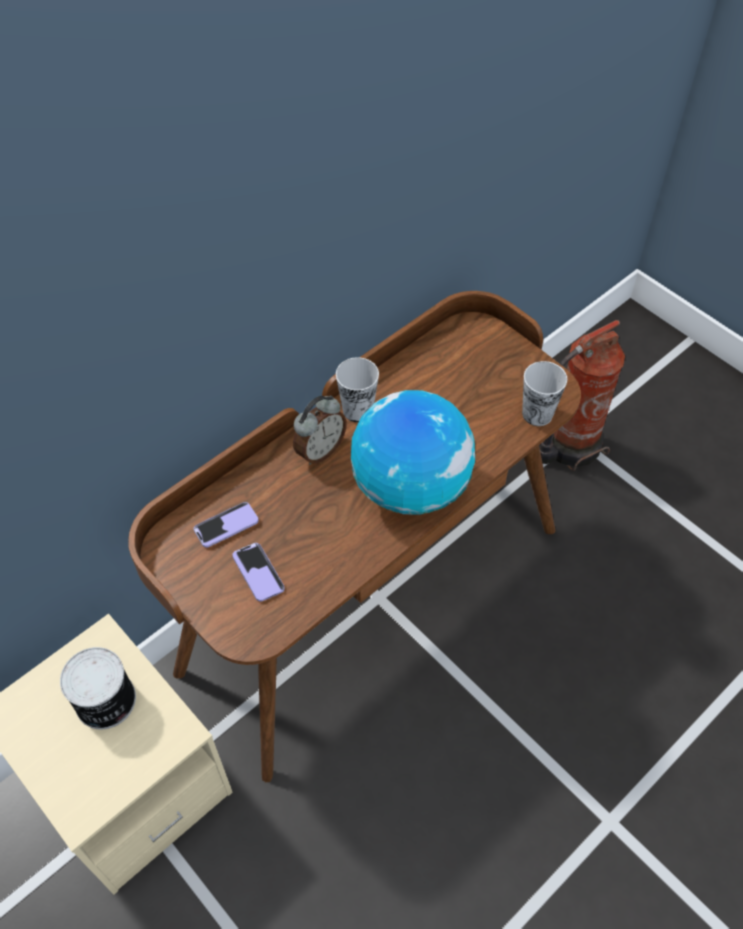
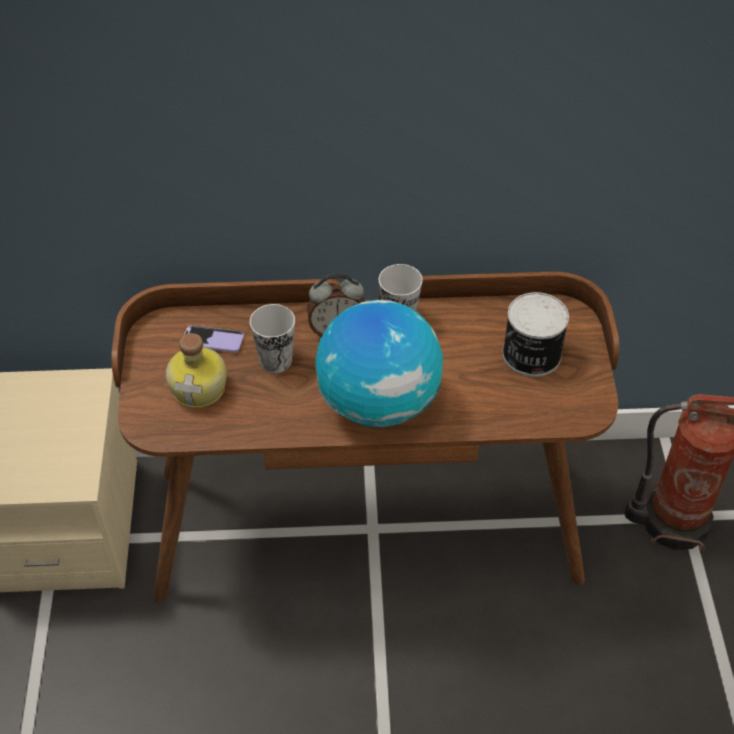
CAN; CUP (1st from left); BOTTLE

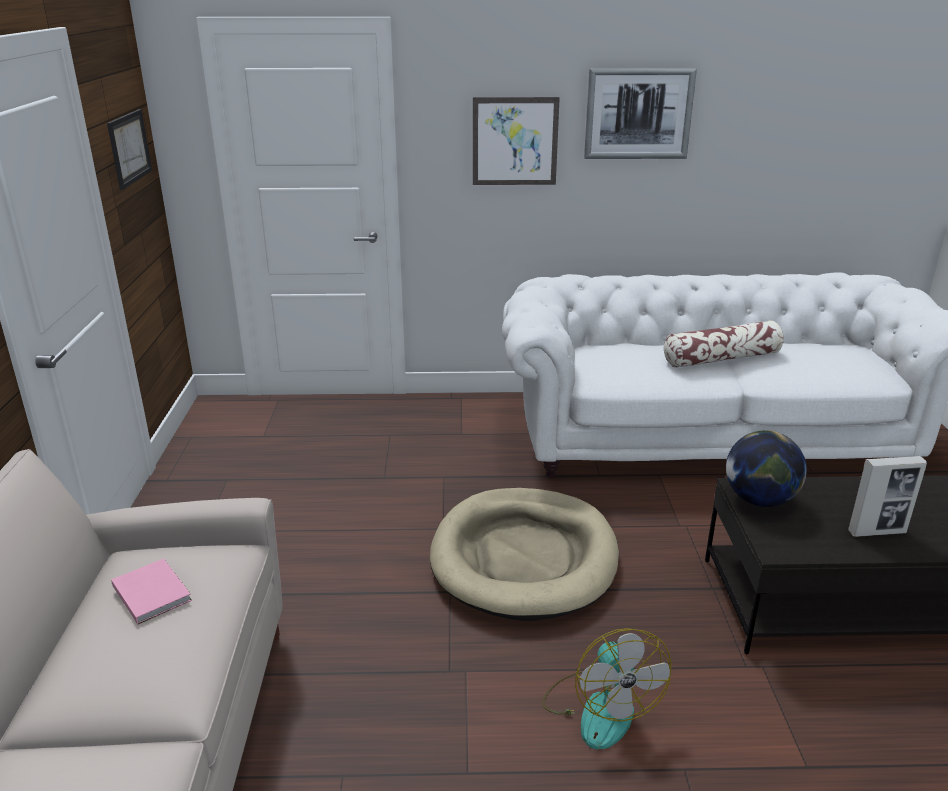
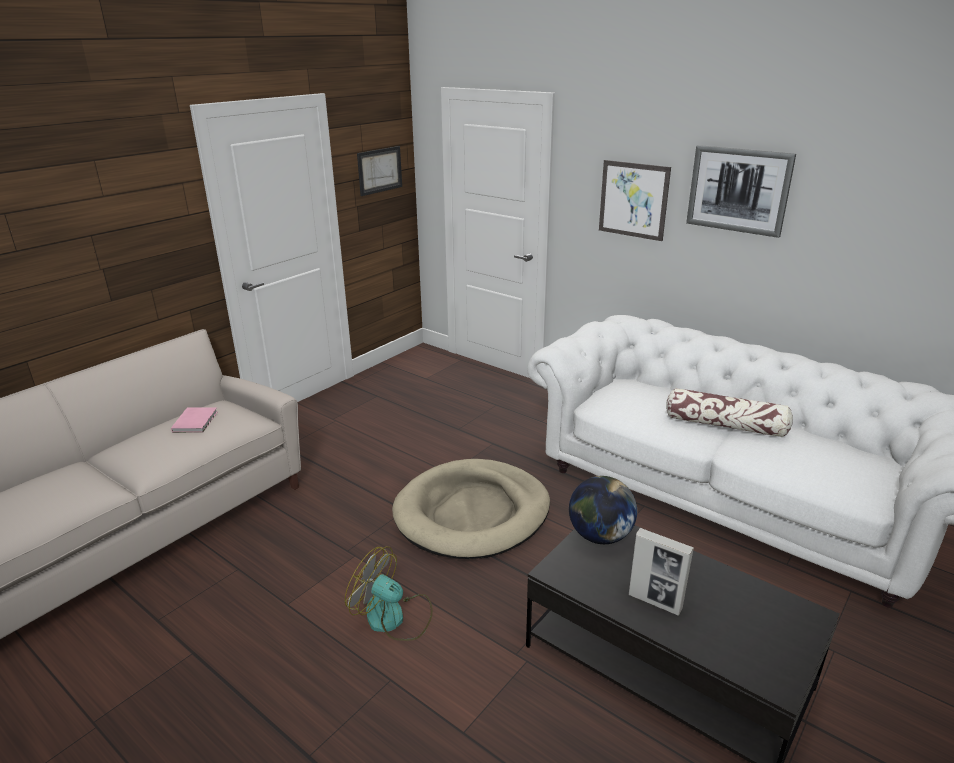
FAN

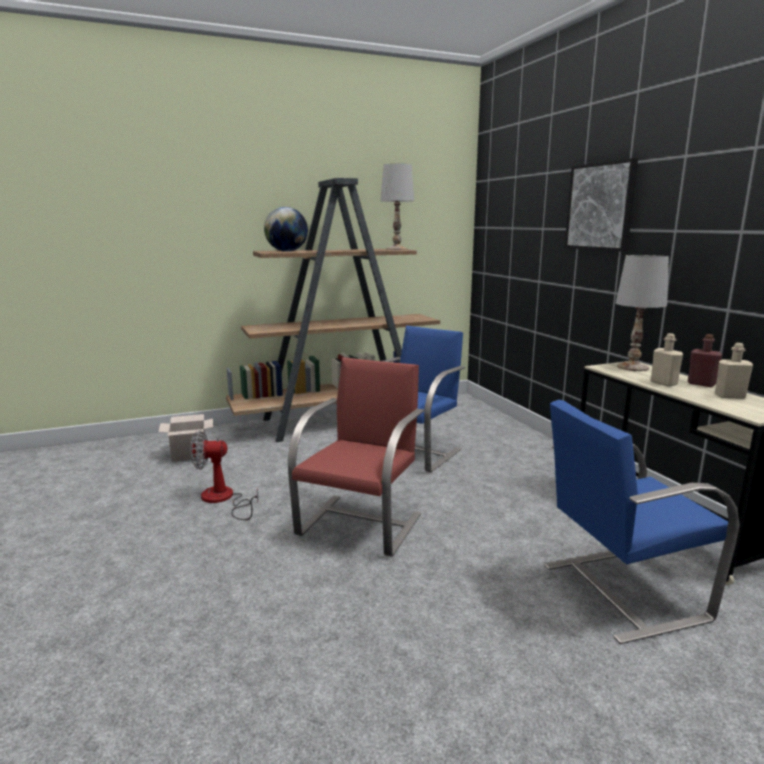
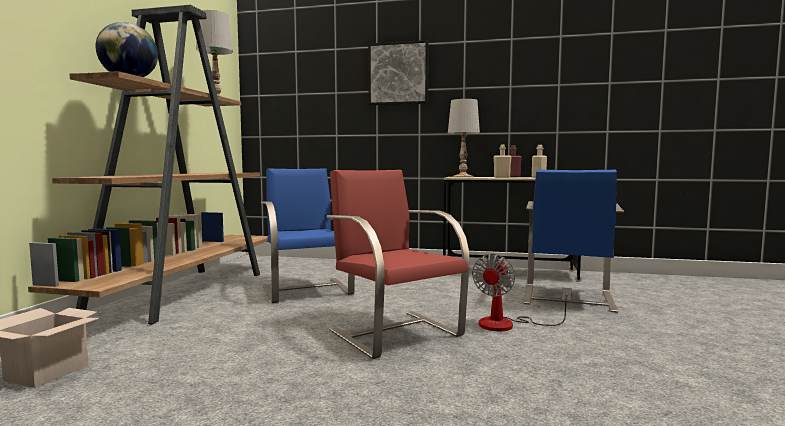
FAN

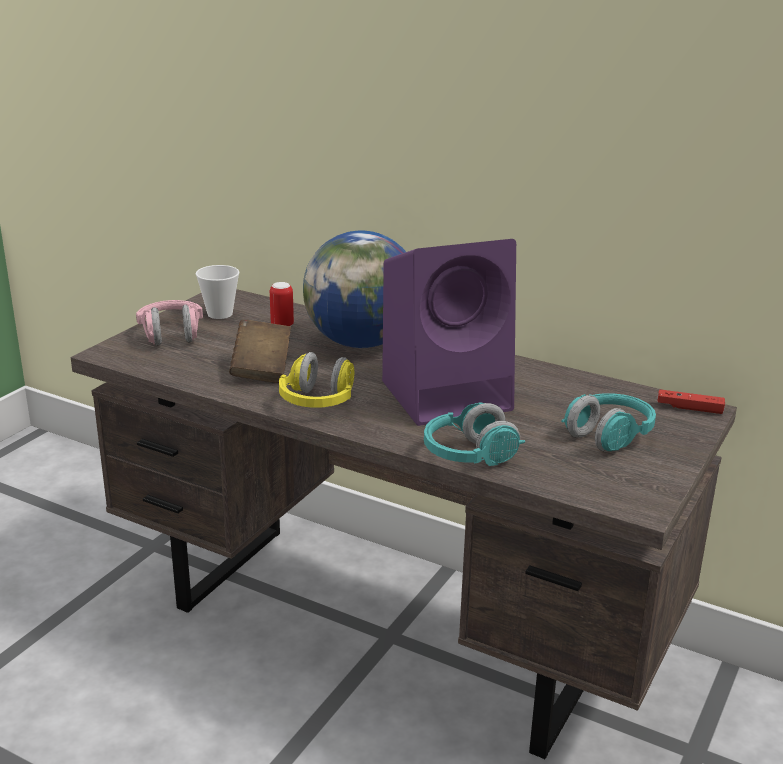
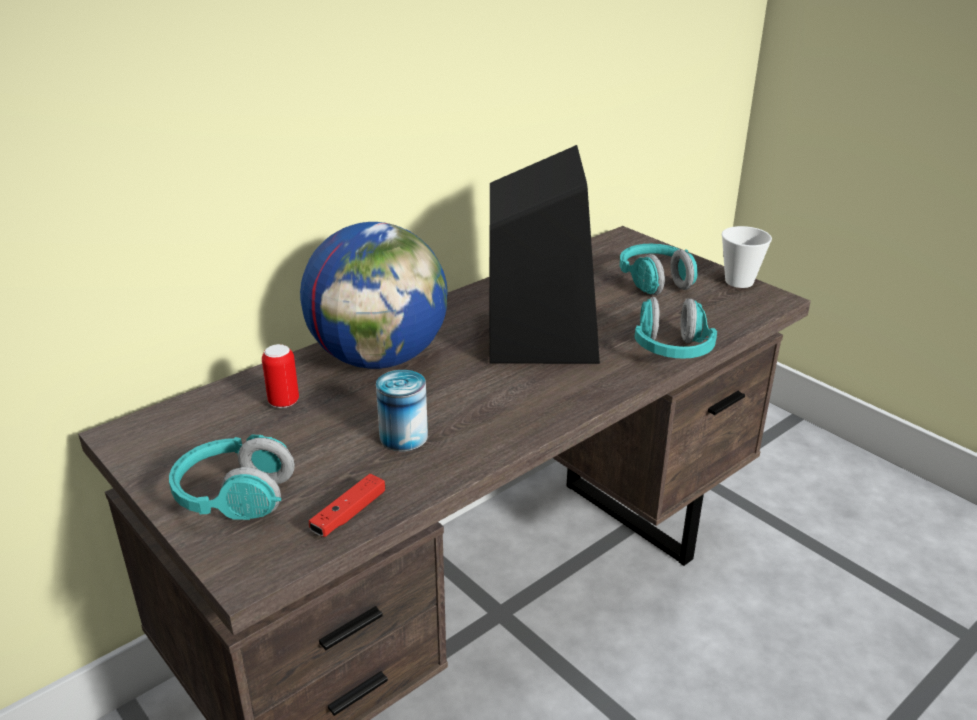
YELLOW HEADPHONES; CUP; RED GAME CONTROLLER; CAN (2nd from left); TURQUOISE HEADPHONES (1st from left); BLACK SPEAKER

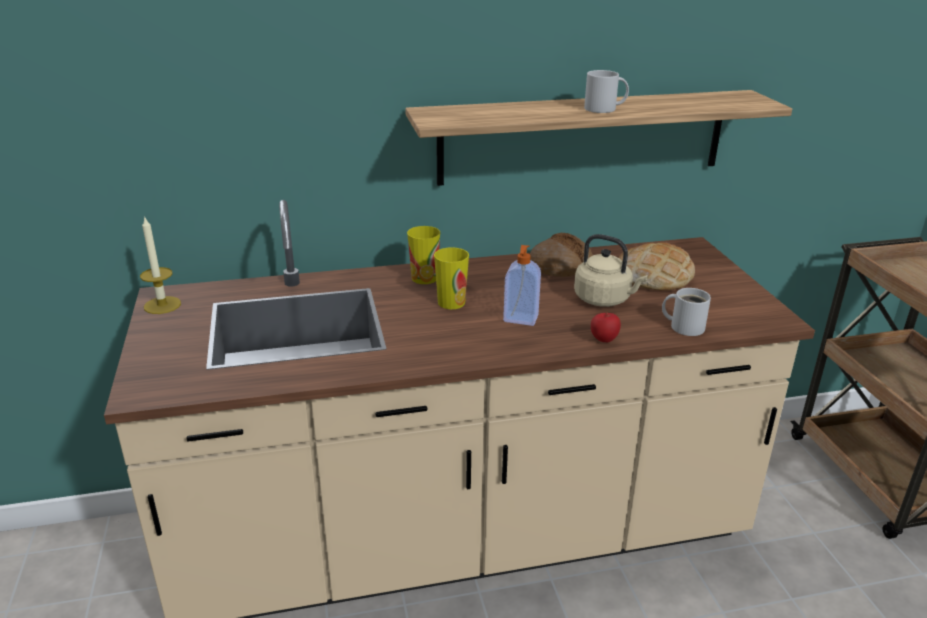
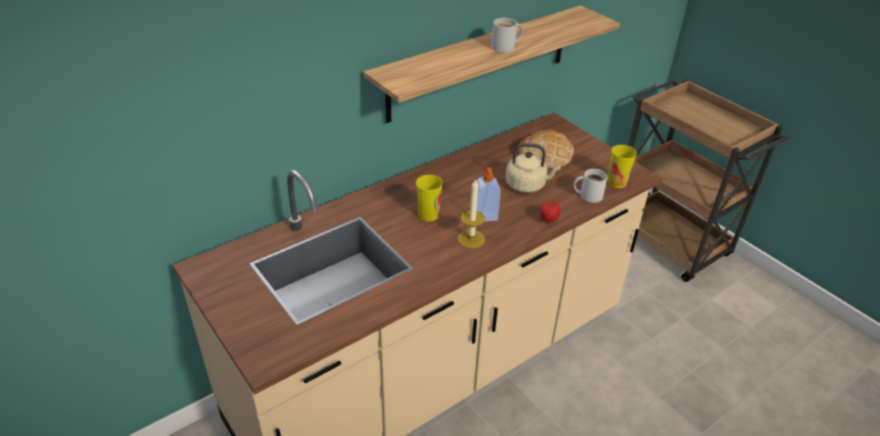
BREAD (1st from left in the first image); CANDLE; CUP (2nd from left)

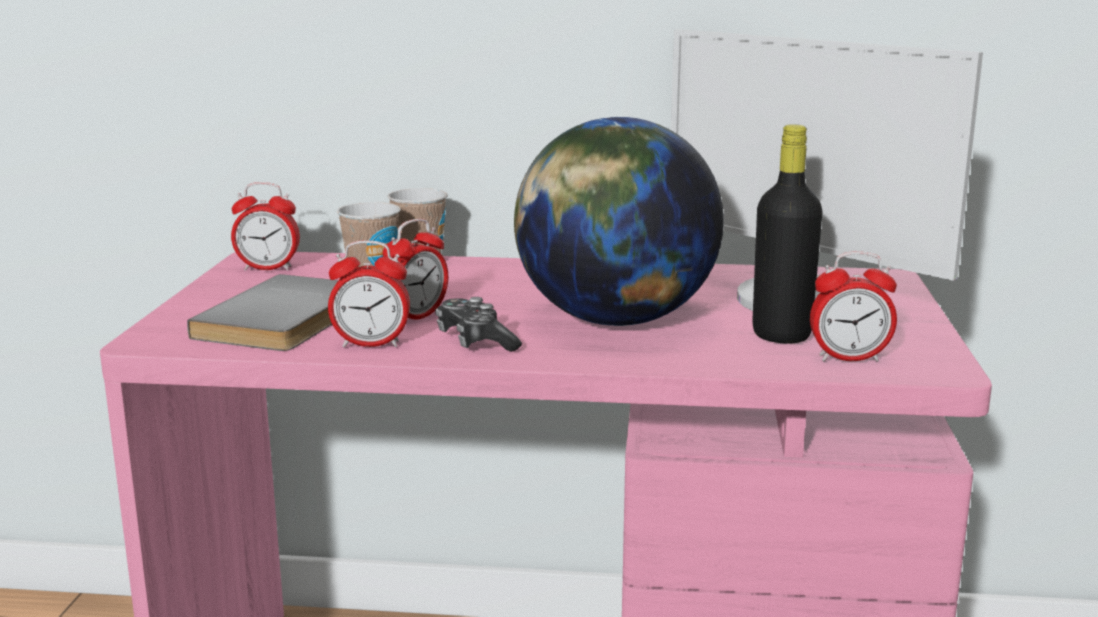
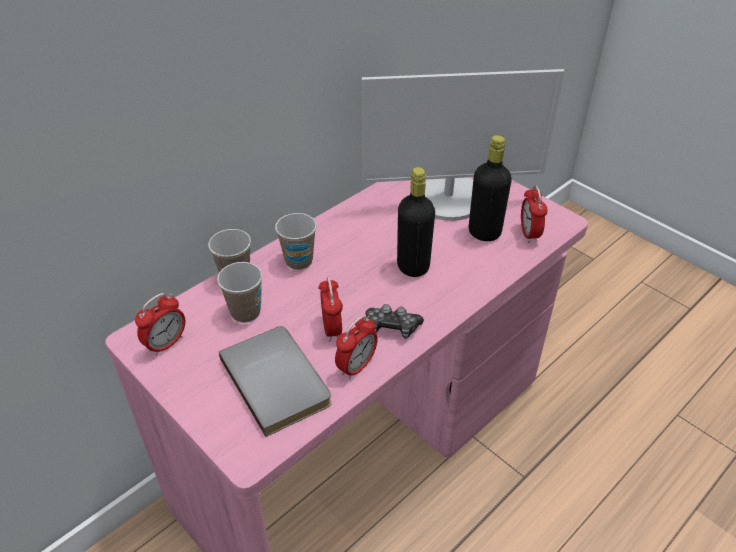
CUP (3rd from left); BLACK BOTTLE (1st from left); ALARM CLOCK (4th from left)

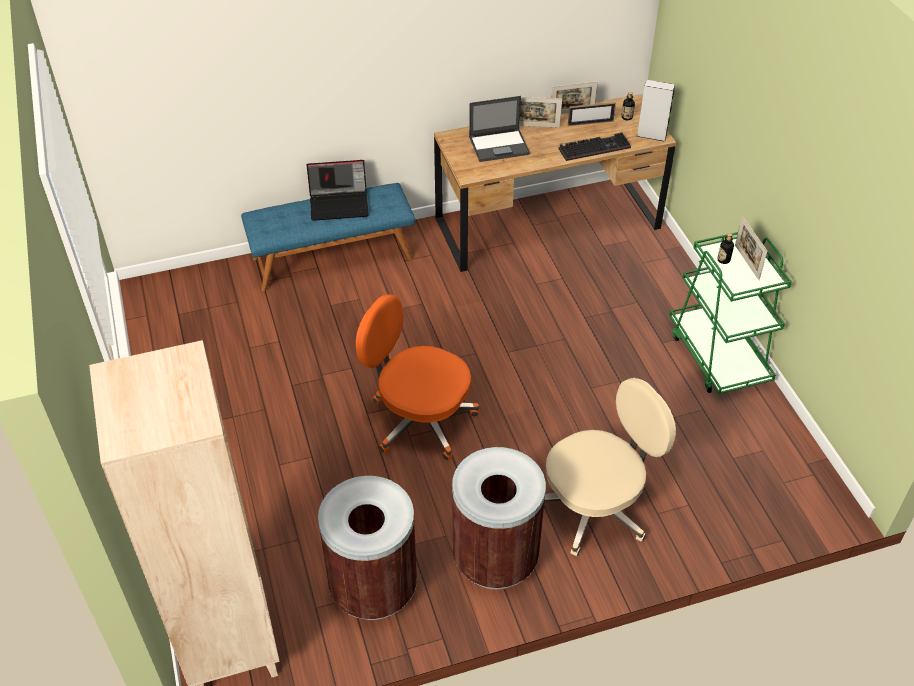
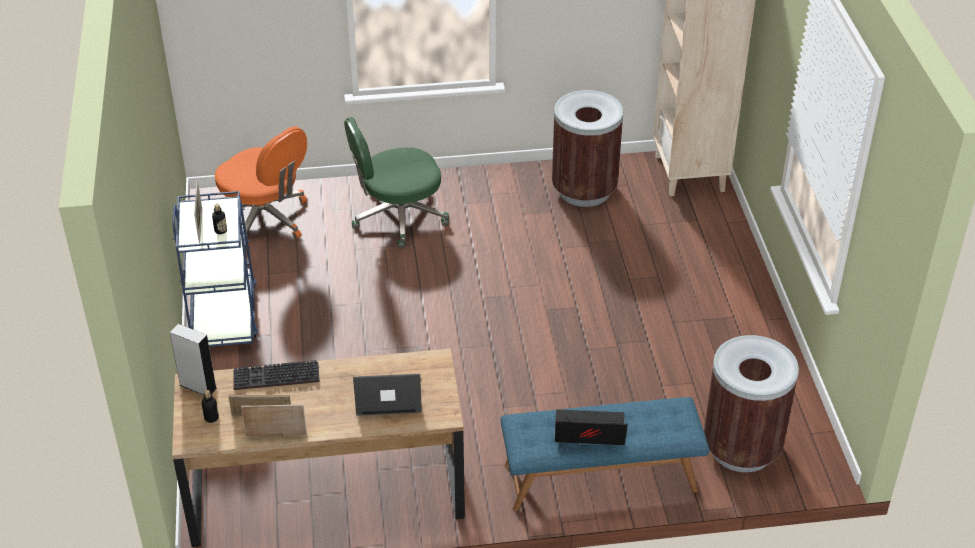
PICTURE FRAME (1st from left in the first image); ORANGE OFFICE CHAIR; BROWN TRASH CAN (2nd from left); GREEN OFFICE CHAIR; BLUE CART

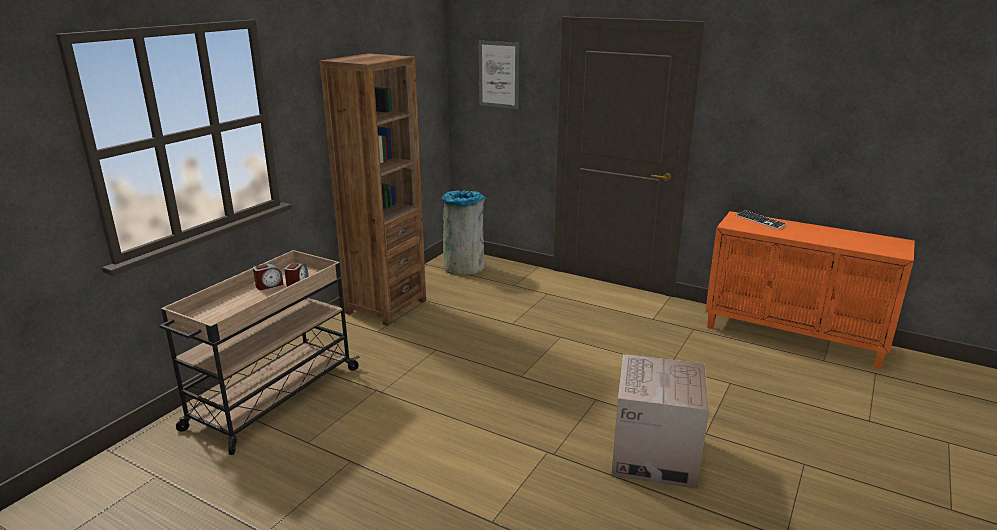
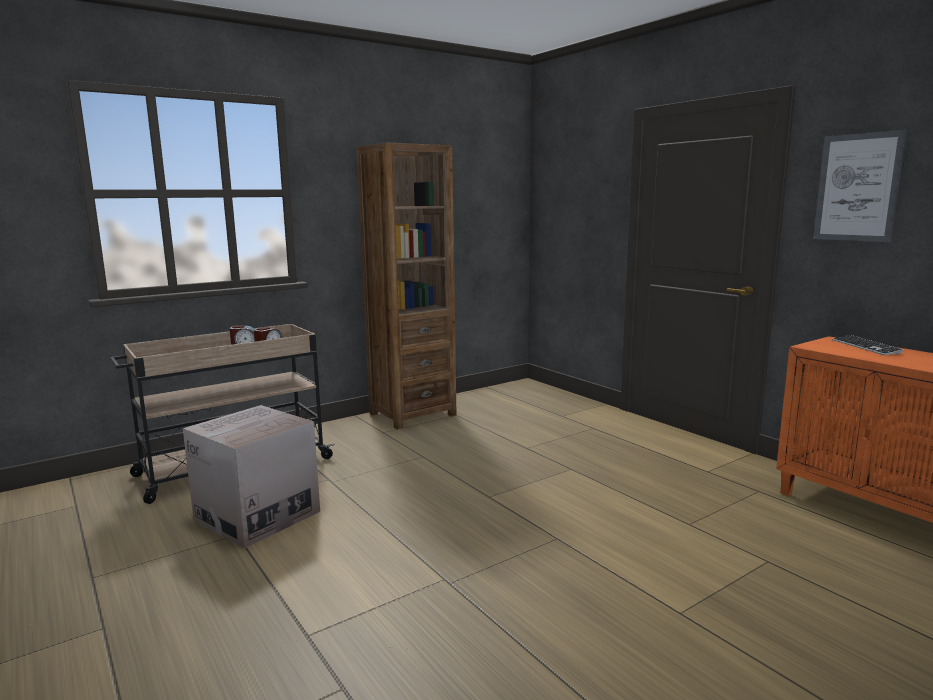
GREY TRASH CAN; PICTURE; CARDBOARD BOX

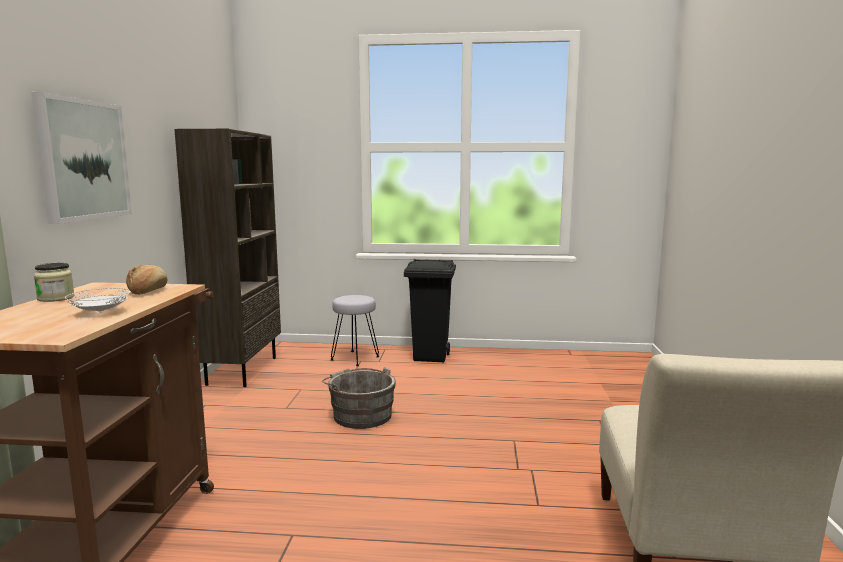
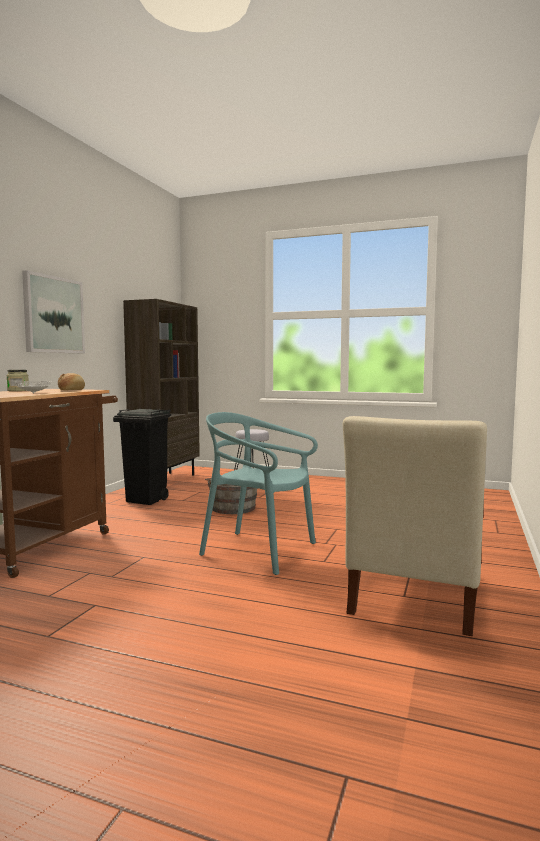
TURQUOISE CHAIR; BLACK TRASH CAN

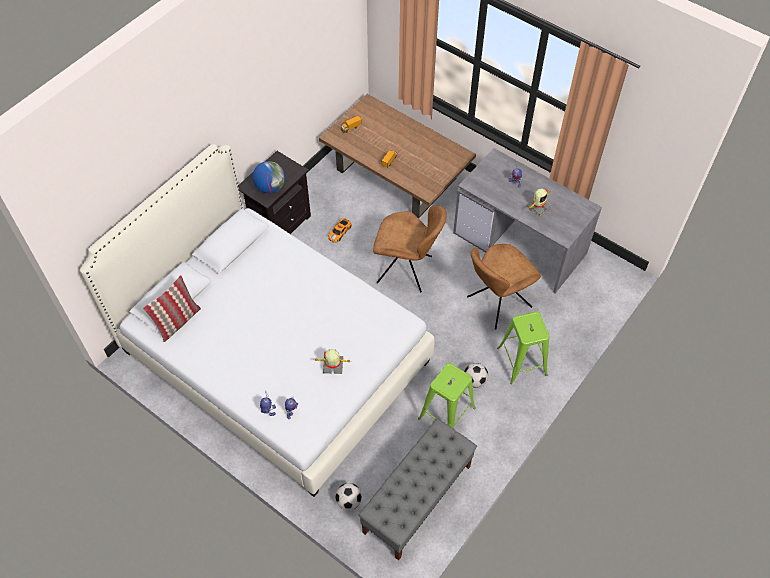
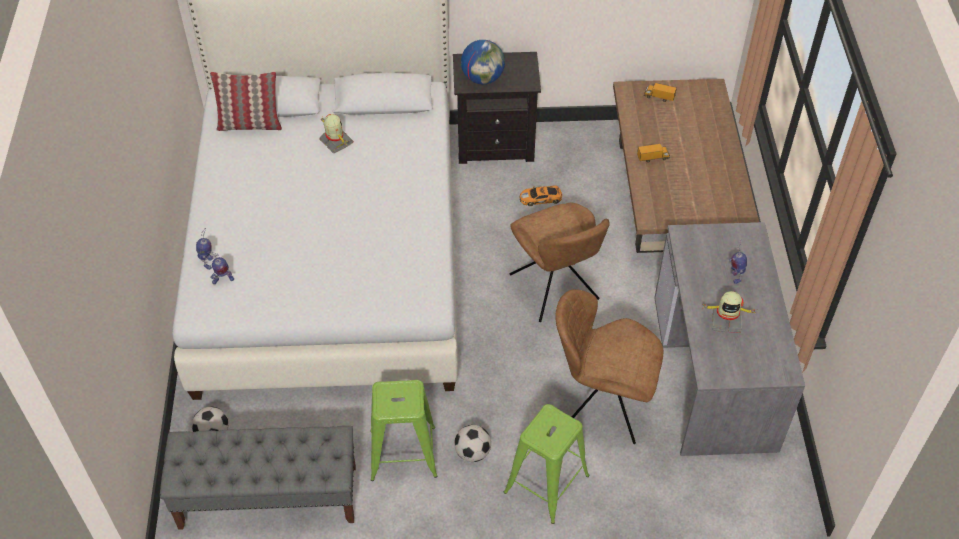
TOY ROBOT (3rd from left)

